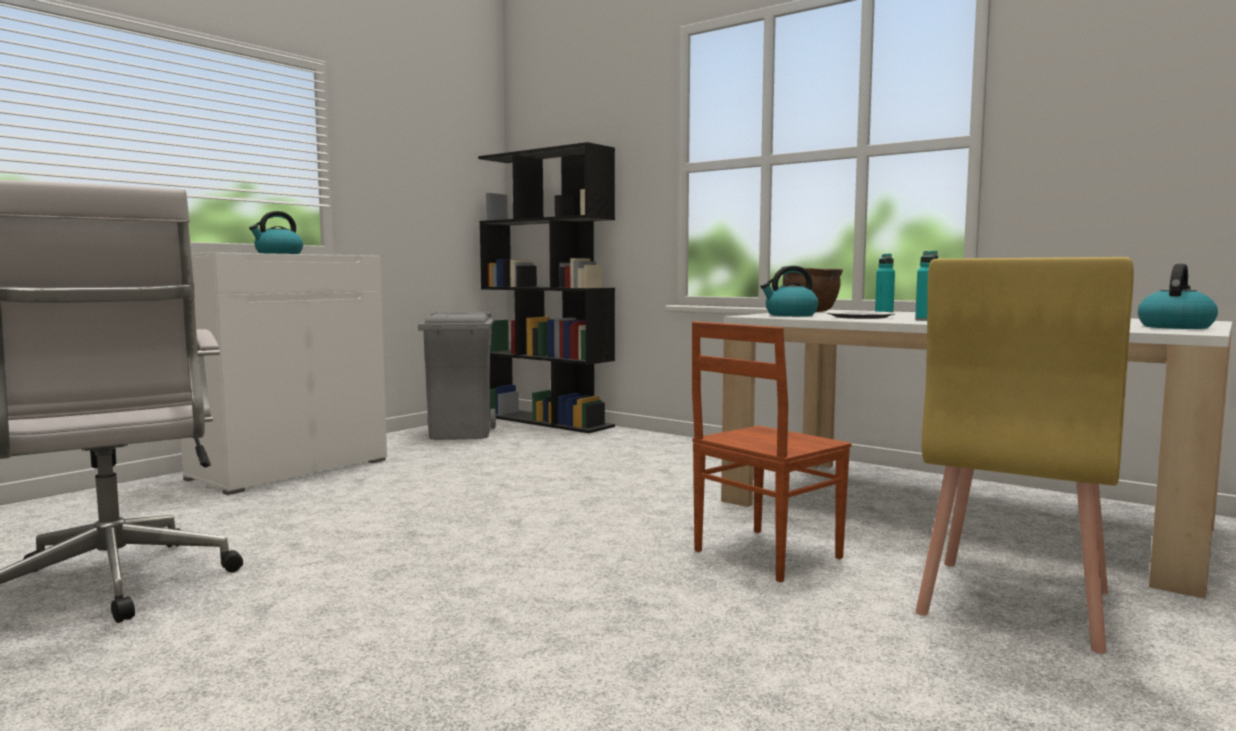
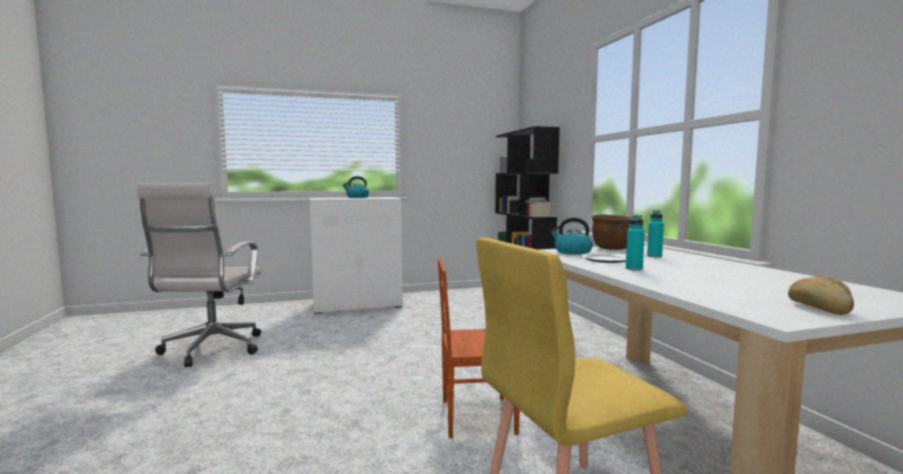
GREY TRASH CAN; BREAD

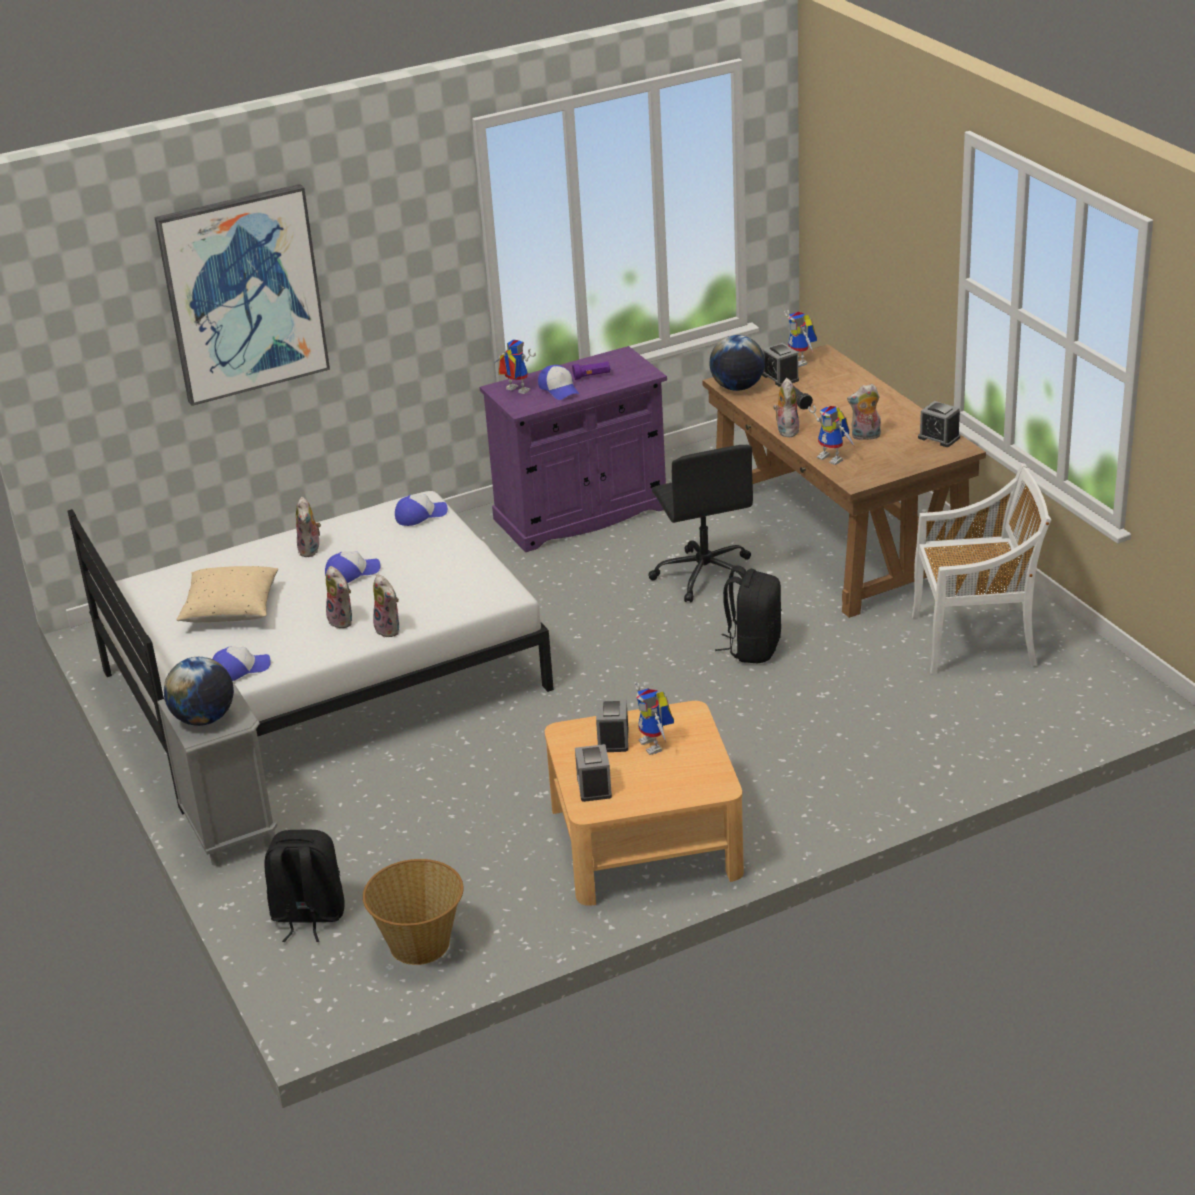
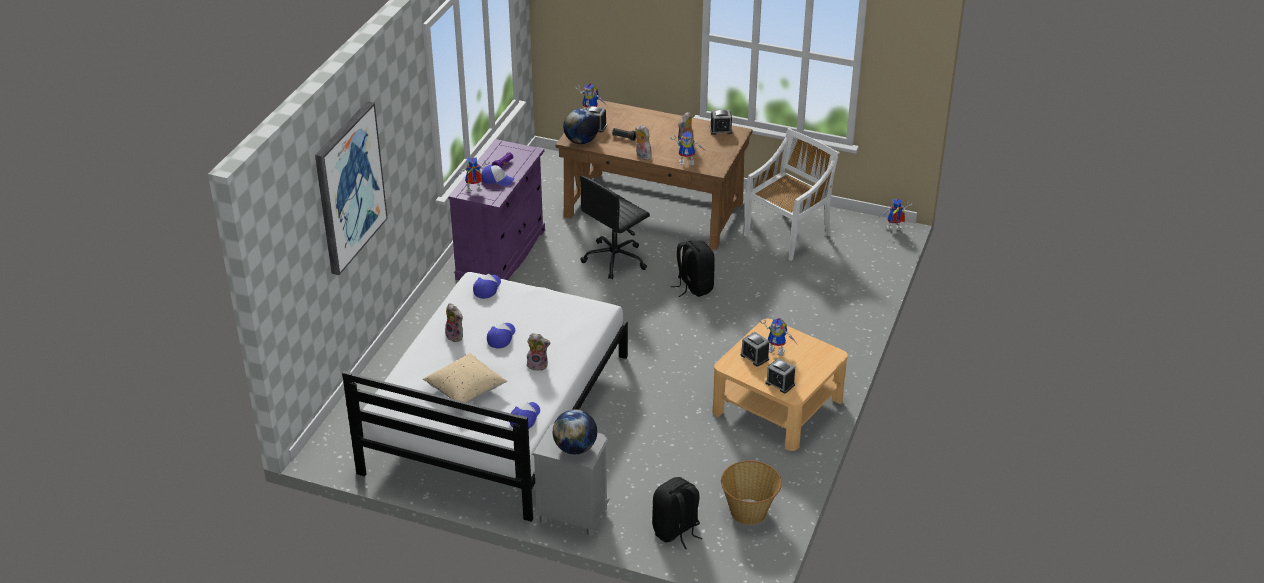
PLUSH TOY (3rd from left in the first image); TOY ROBOT (5th from left); BLACK OFFICE CHAIR

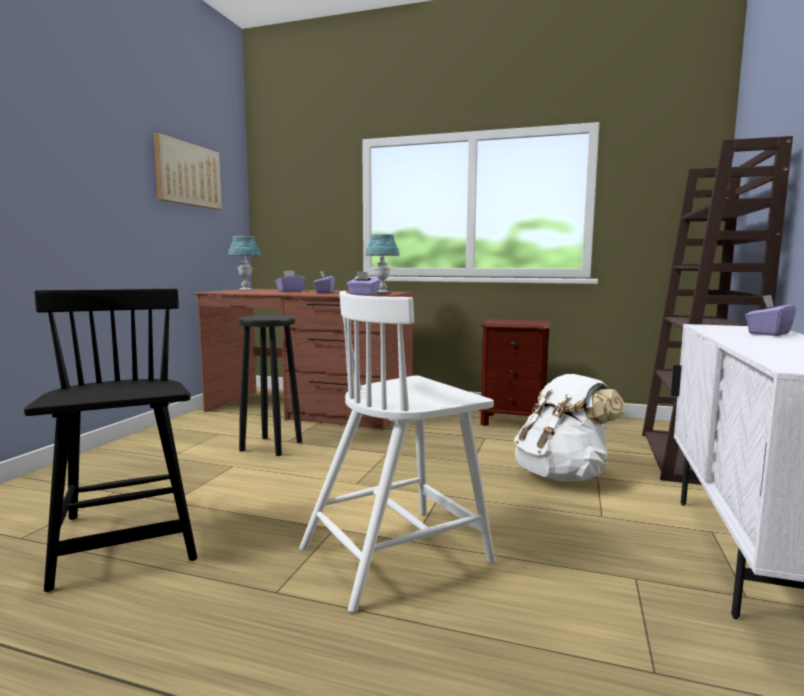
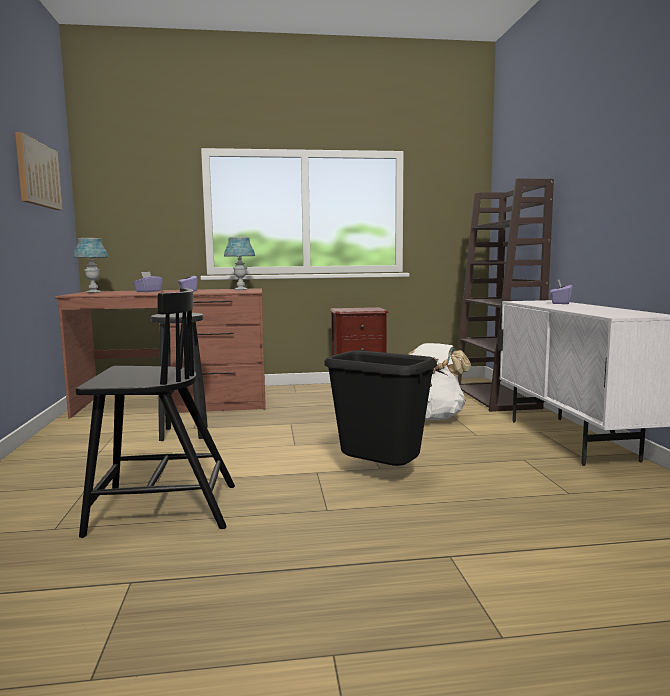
PURPLE TISSUE BOX (3rd from left in the first image); BLACK TRASH CAN; BLACK CHAIR

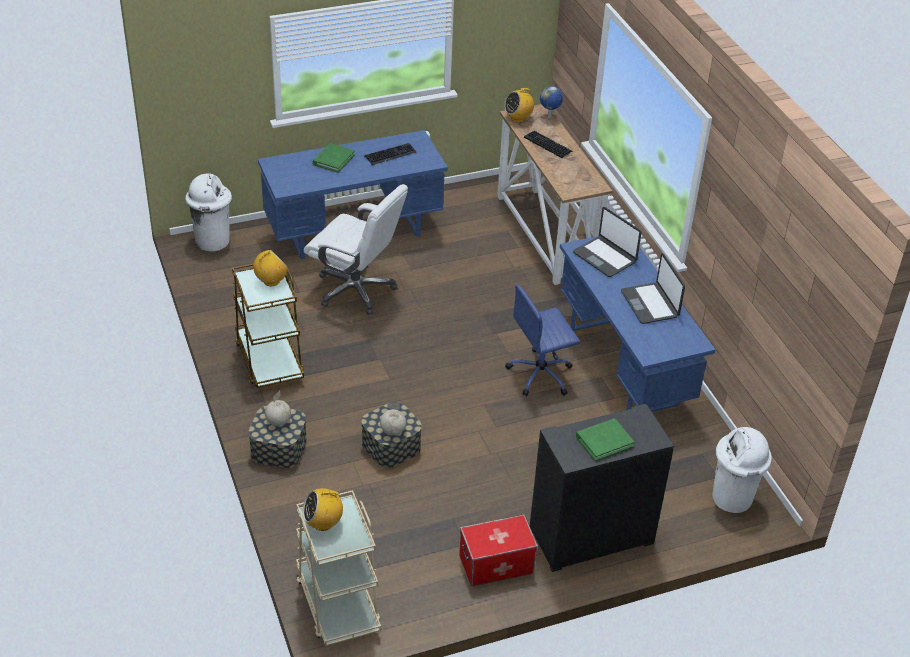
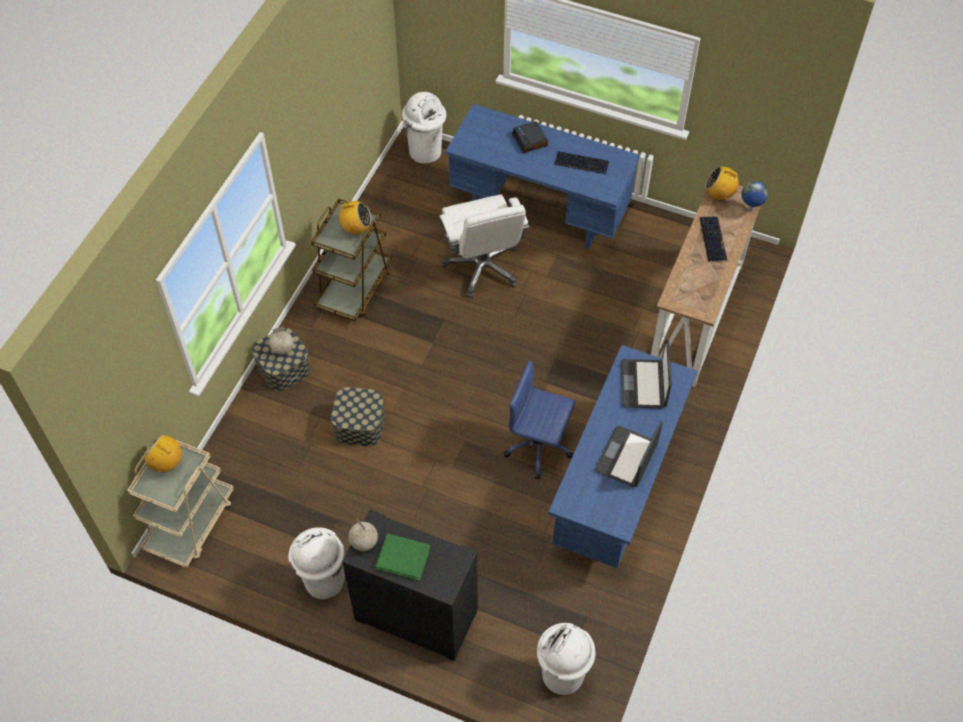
GLOBE (2nd from left); ALARM CLOCK; WHITE TRASH CAN (1st from left)

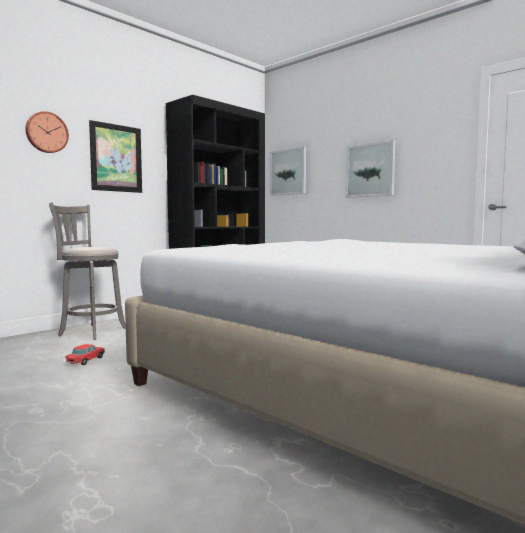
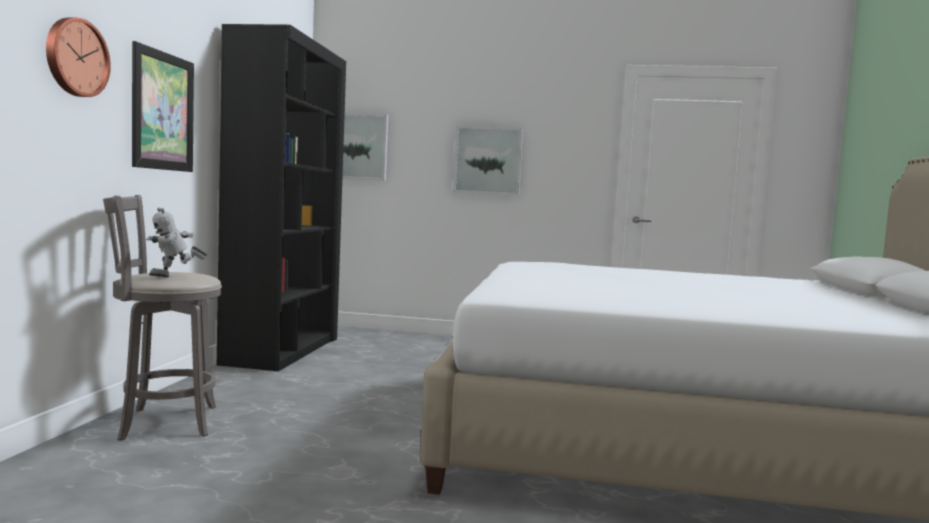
TOY CAR; TOY ROBOT

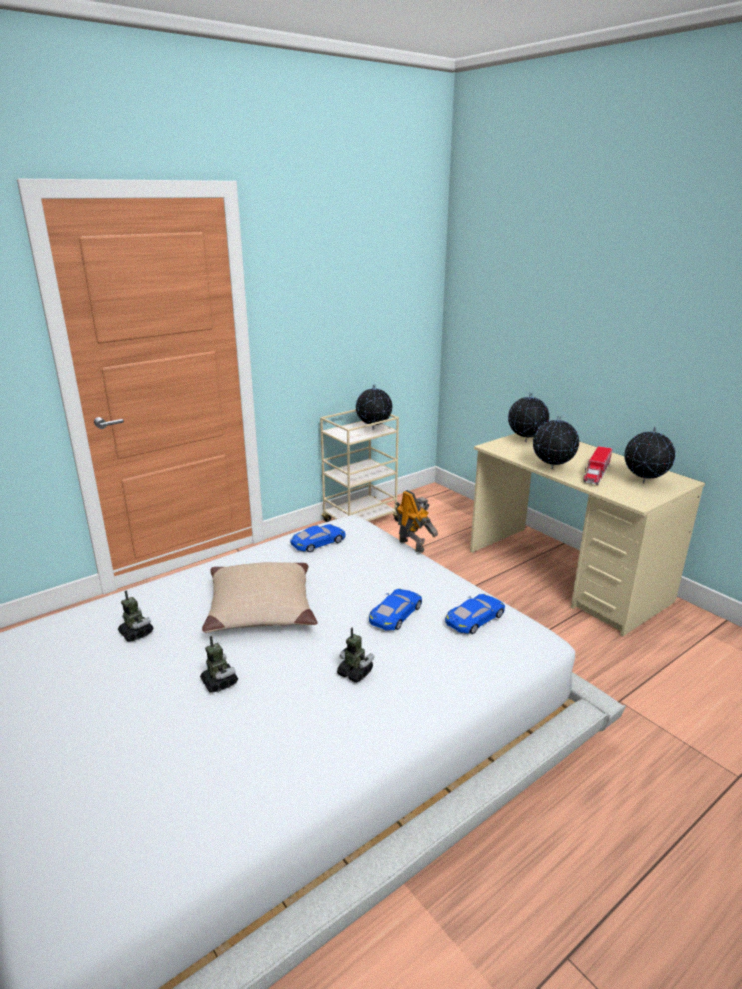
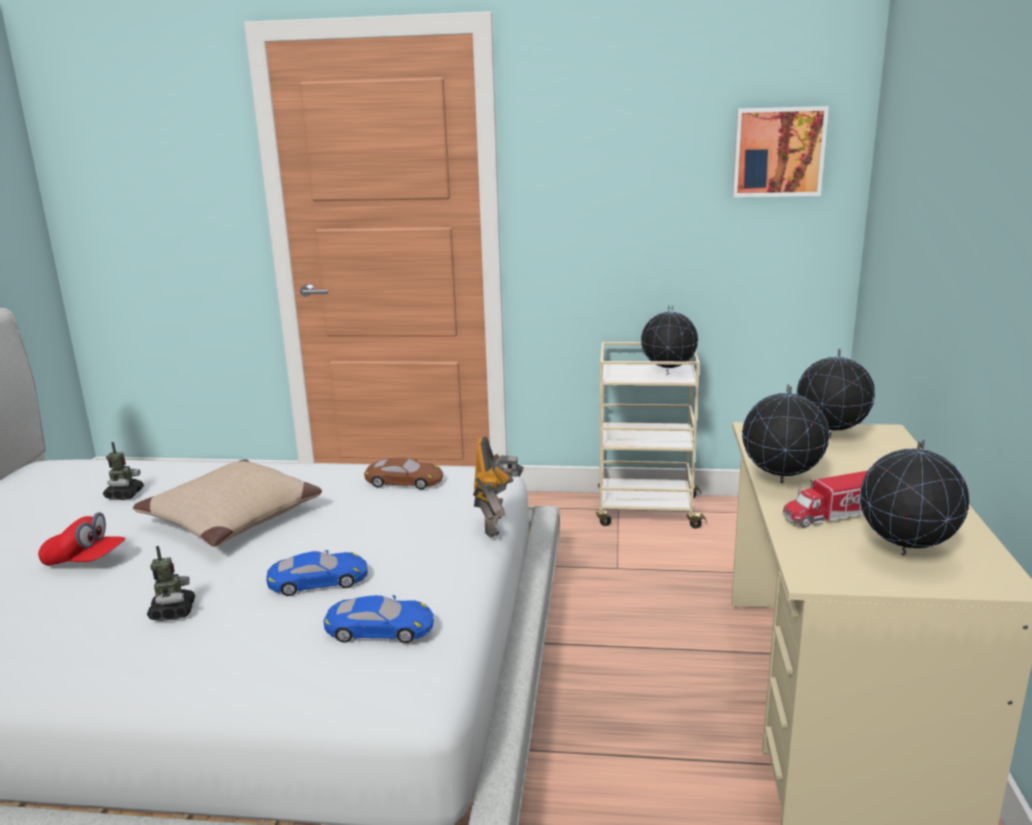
PICTURE; RED CAP; BROWN TOY CAR

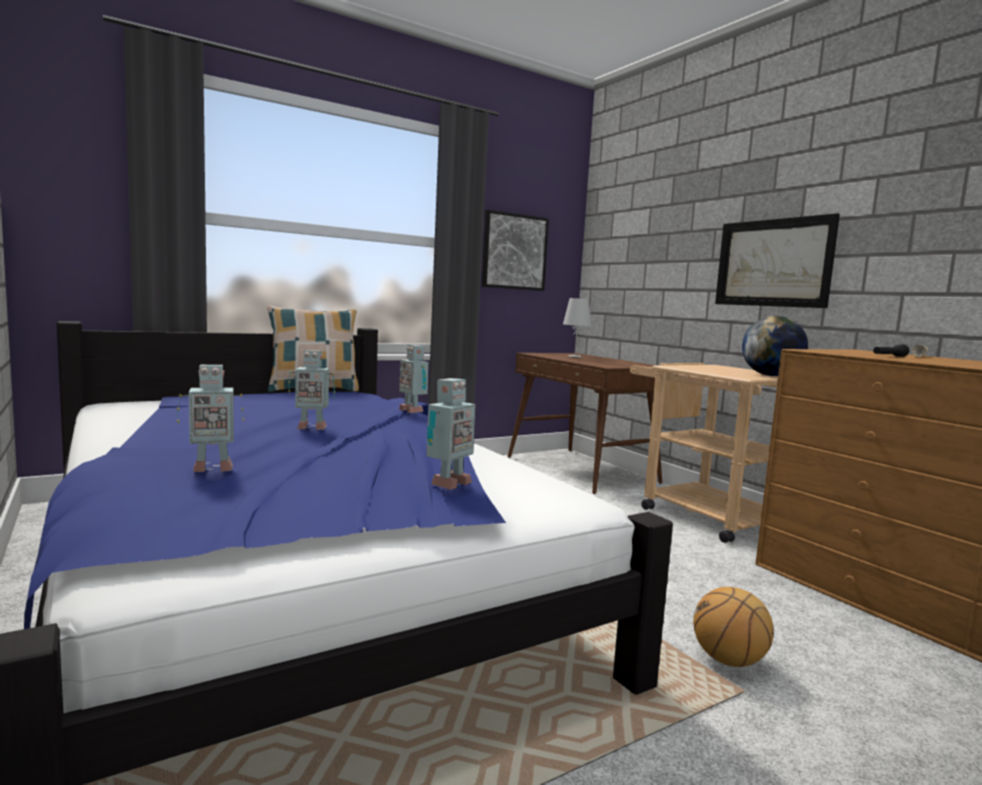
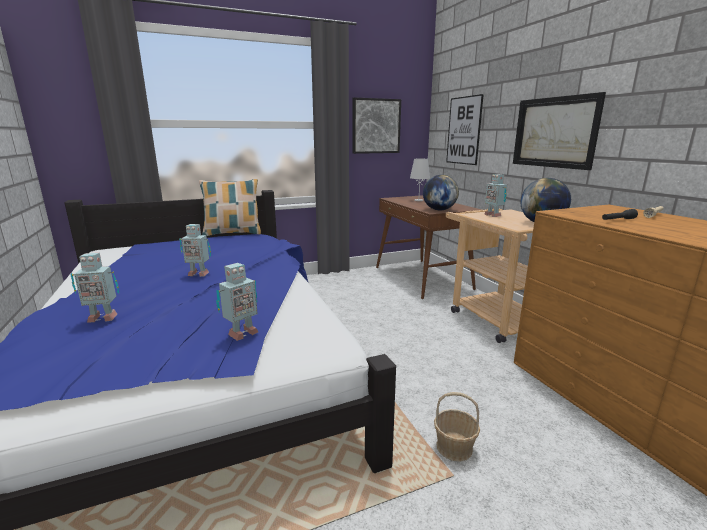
GLOBE (1st from left); PICTURE (2nd from left); TOY ROBOT (4th from left); BASKET

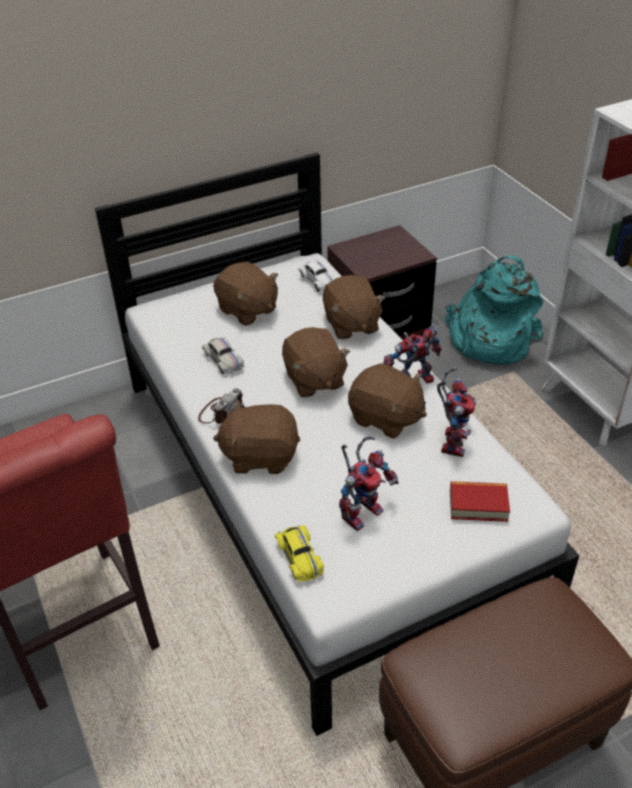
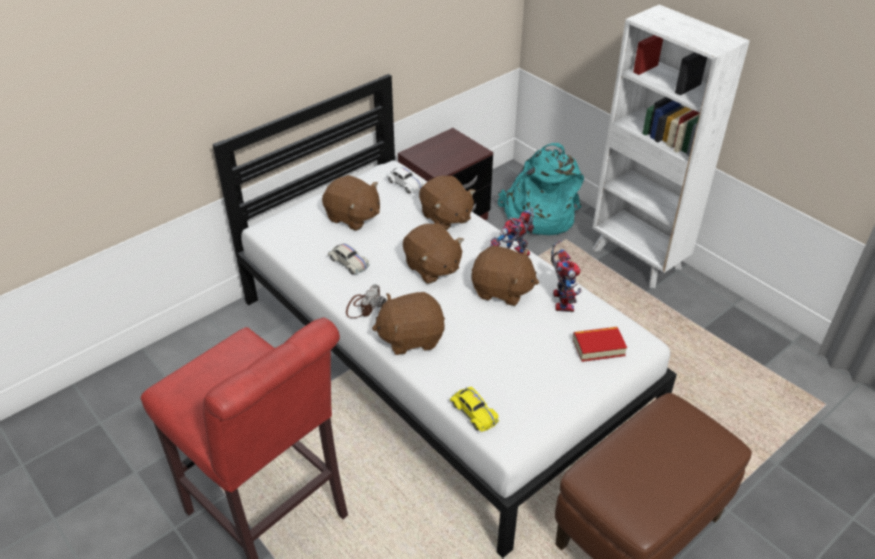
TOY ROBOT (1st from left in the first image)

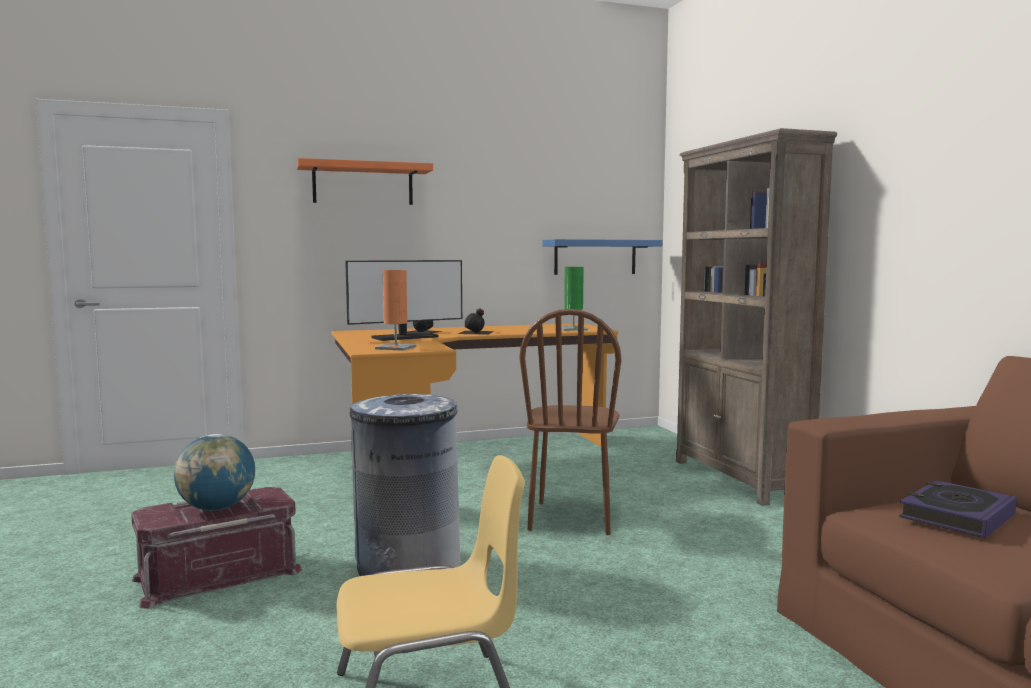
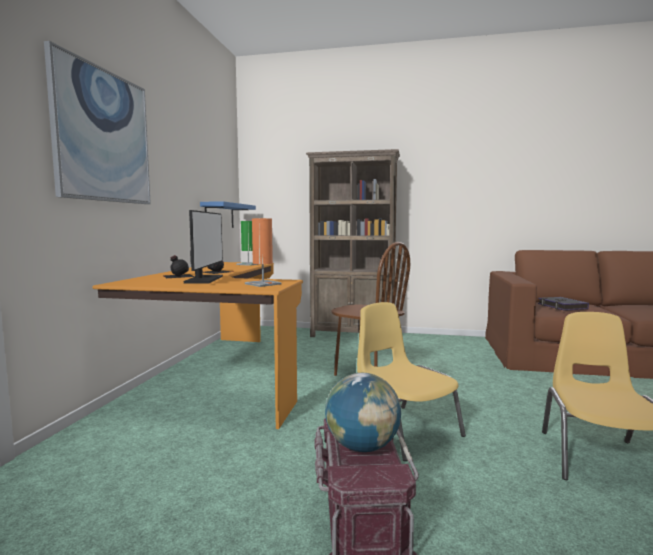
PICTURE; YELLOW CHAIR (1st from left)

